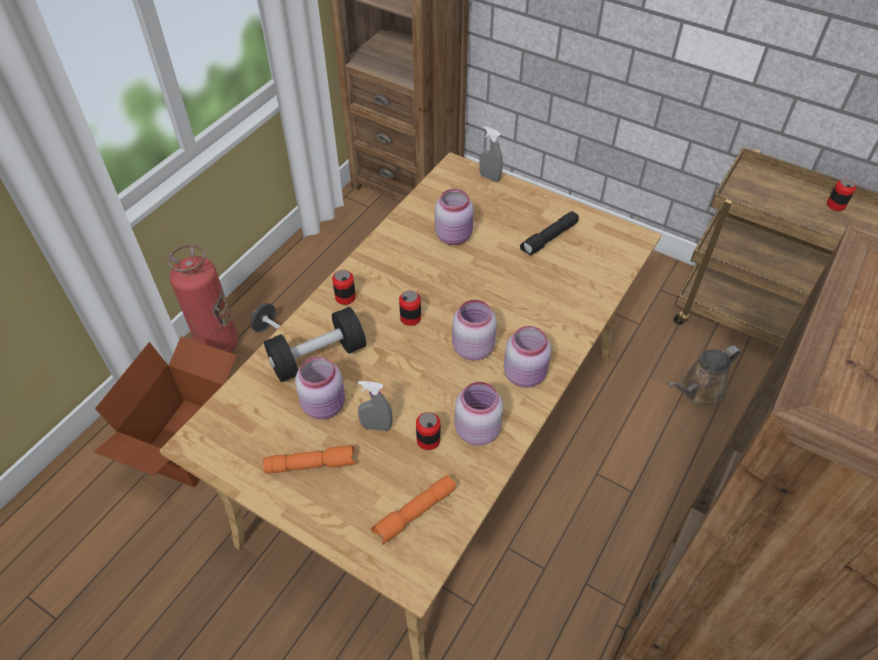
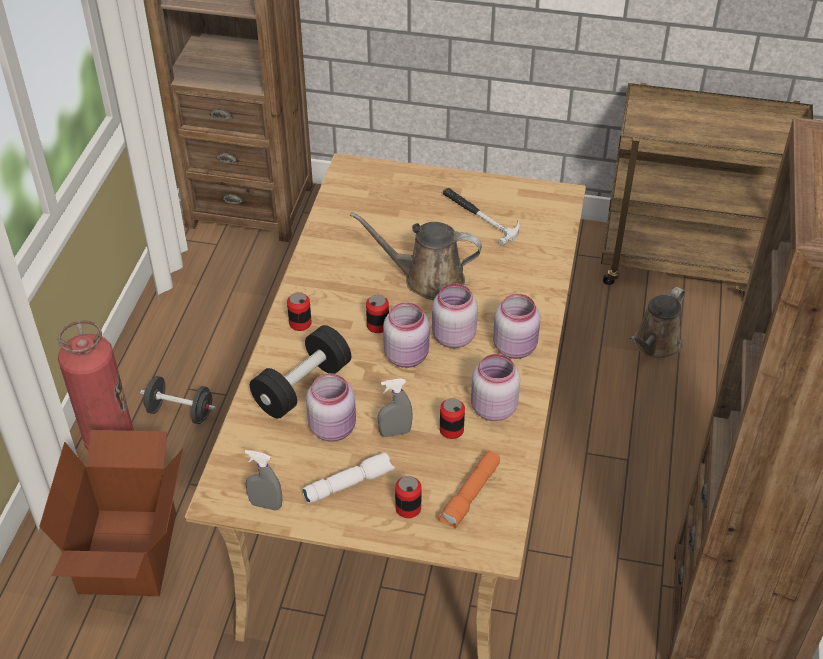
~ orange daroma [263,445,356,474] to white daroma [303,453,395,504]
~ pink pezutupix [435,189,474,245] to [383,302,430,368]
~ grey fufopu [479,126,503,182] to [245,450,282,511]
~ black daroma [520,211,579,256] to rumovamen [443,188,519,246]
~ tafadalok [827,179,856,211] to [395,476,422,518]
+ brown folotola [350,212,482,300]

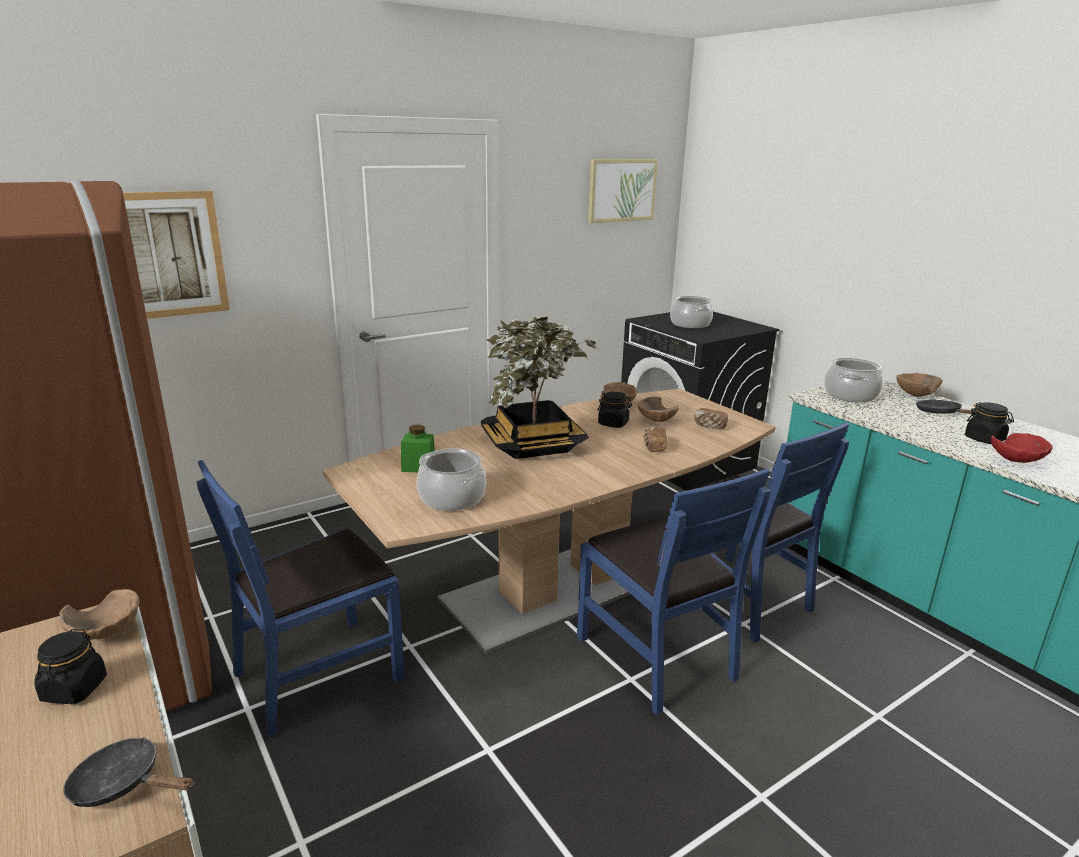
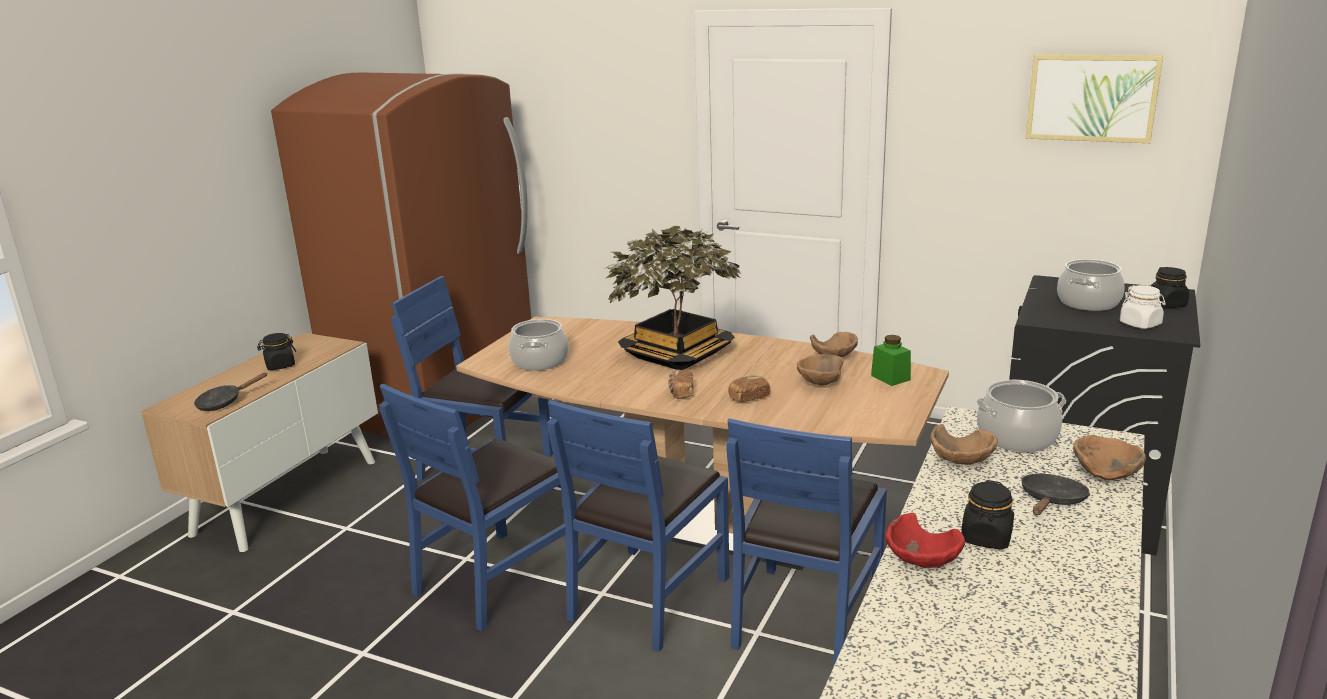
~ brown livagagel [59,589,140,640] to [930,424,998,465]
~ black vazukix [63,737,195,807] = [194,373,267,411] 120 degrees counterclockwise
- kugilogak [123,191,230,319]
~ green pezutupix [401,425,435,472] to [871,335,911,386]
~ black pezutupix [597,392,632,428] to [1151,267,1189,308]
~ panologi [694,408,728,429] to [668,370,693,399]
+ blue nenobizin [379,384,579,632]
+ white pezutupix [1120,285,1166,329]

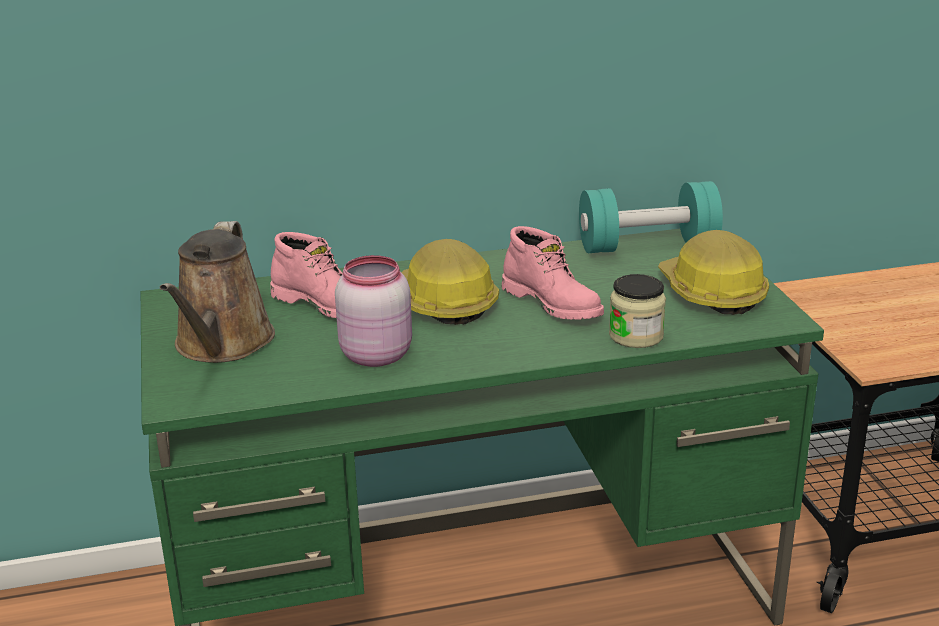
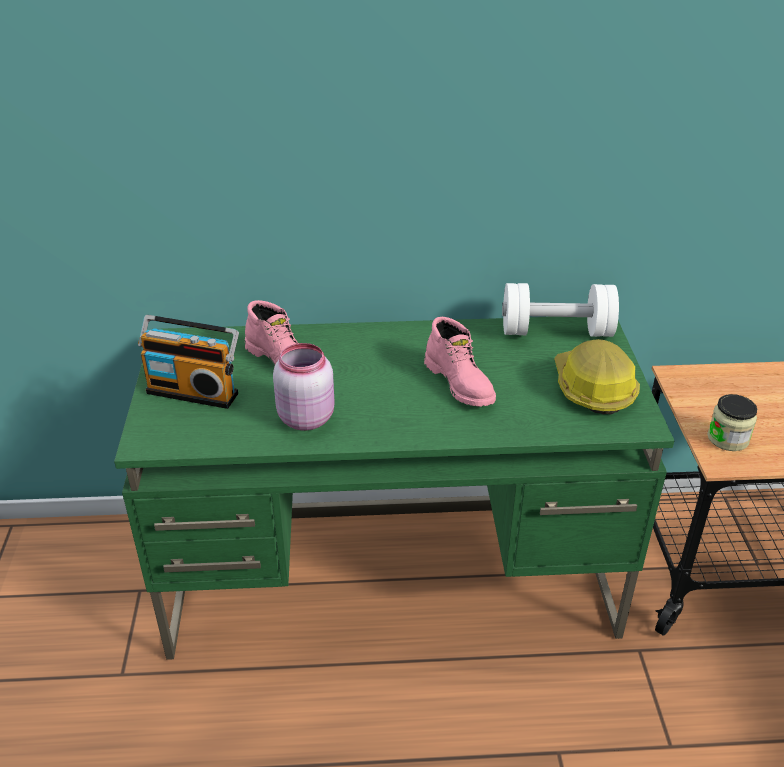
~ brown folotola [160,221,275,363] to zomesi [138,315,239,409]
- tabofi [401,239,499,325]
~ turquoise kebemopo [579,181,723,253] to white kebemopo [502,283,619,337]
~ pezutupix [609,274,666,348] to [707,394,757,451]

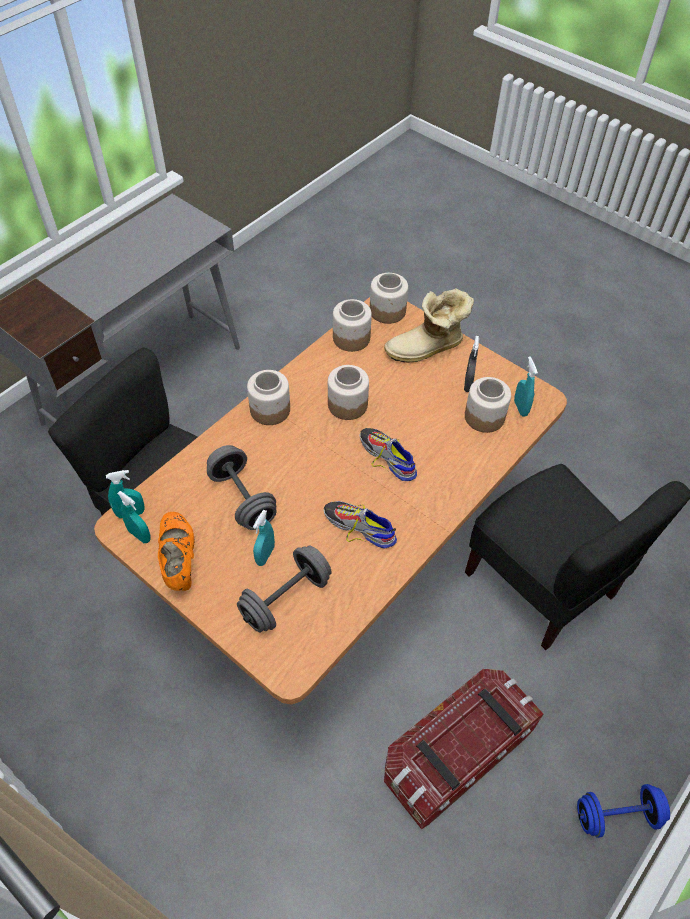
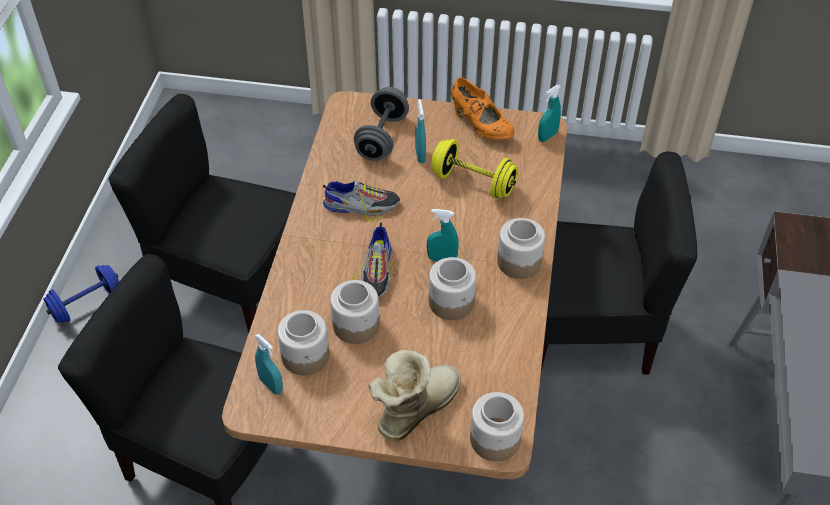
~ turquoise fufopu [117,491,151,543] to [427,209,459,261]
~ grey kebemopo [207,445,277,530] to yellow kebemopo [431,139,518,198]
~ pezutupix [333,299,372,352] to [330,280,379,344]
~ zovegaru [359,428,417,481] = [352,222,398,298] 75 degrees clockwise
~ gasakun [384,669,544,829] to black nenobizin [108,94,296,333]
- grey fufopu [464,336,479,392]

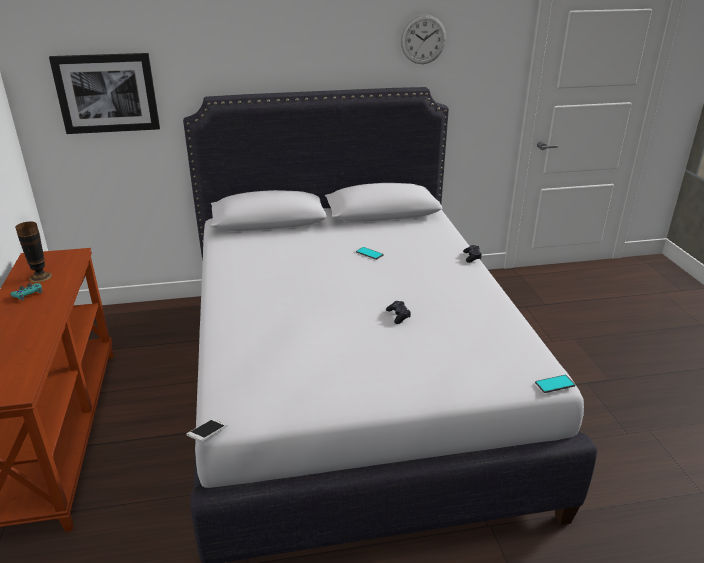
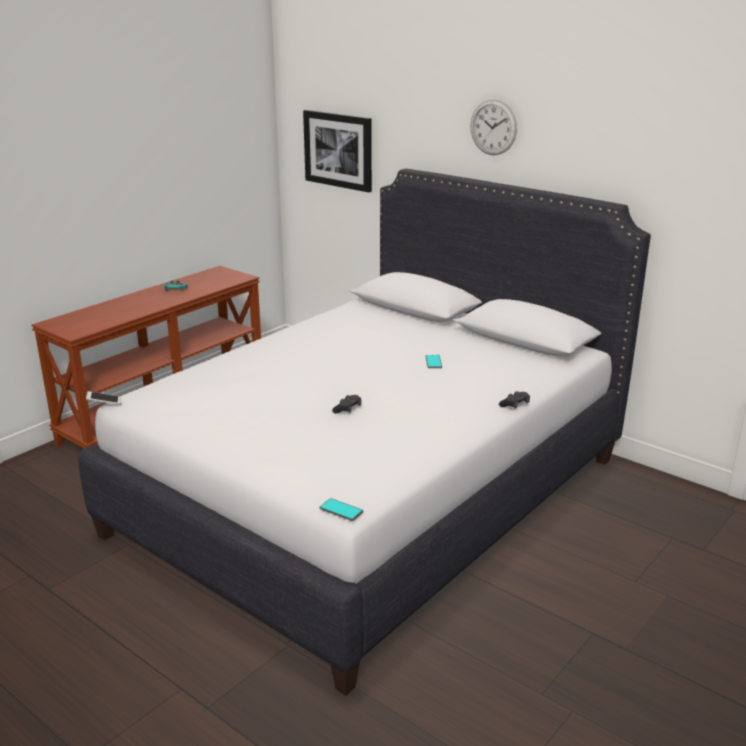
- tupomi [15,221,52,283]
~ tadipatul [401,15,446,64] to [470,100,517,155]

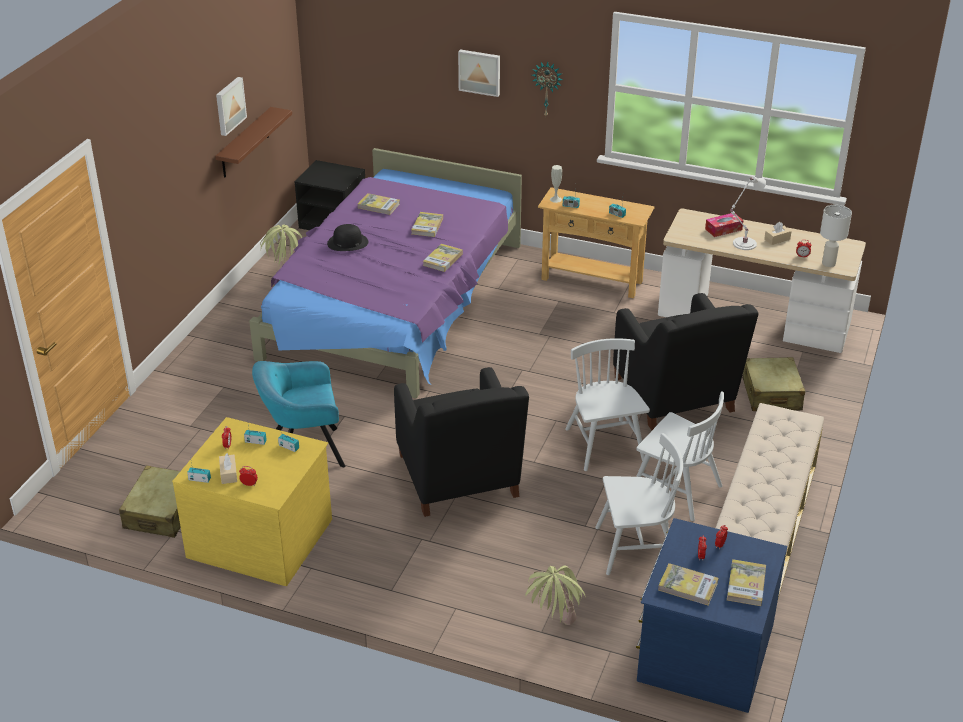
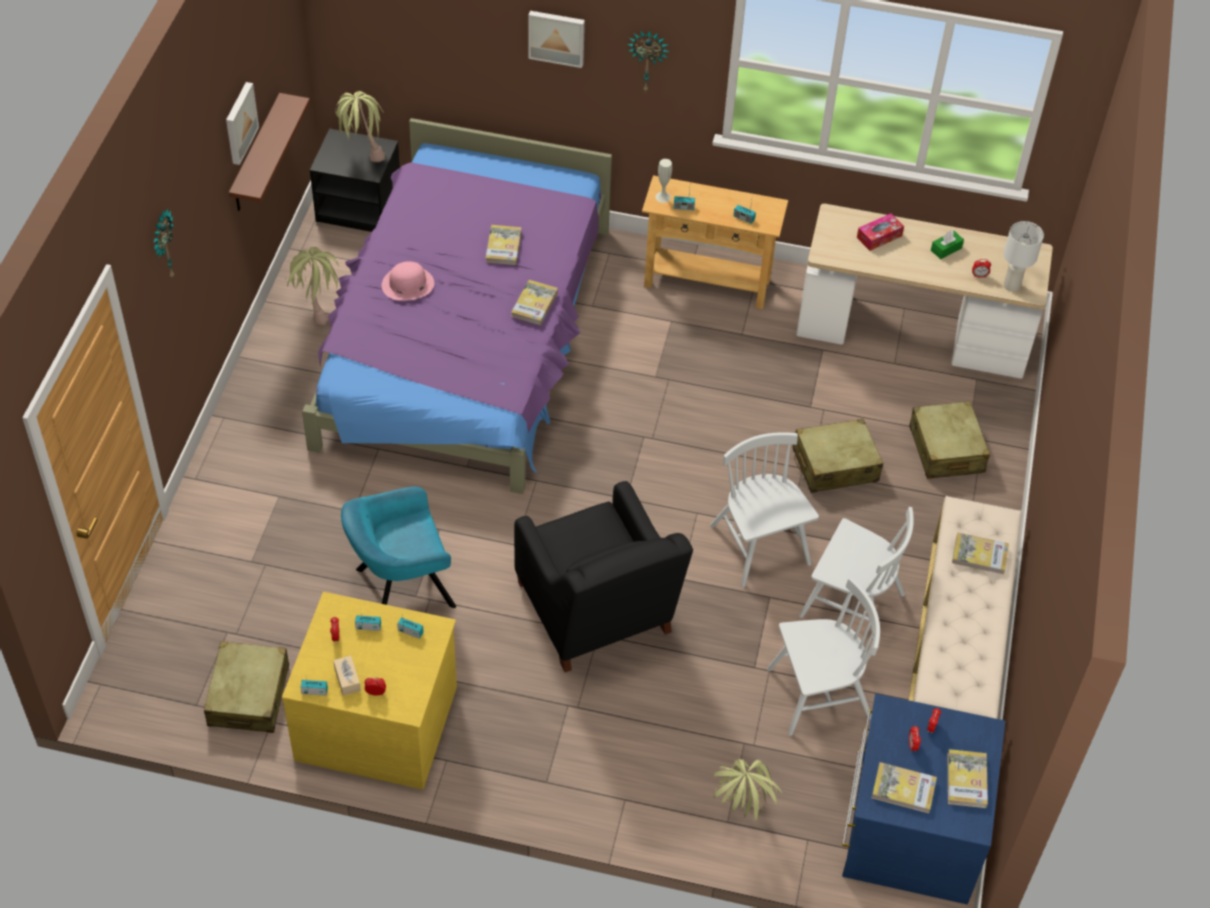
~ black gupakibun [327,224,368,251] to pink gupakibun [382,261,434,301]
~ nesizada [358,193,400,215] to [952,533,1009,574]
~ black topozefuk [613,293,759,430] to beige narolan [792,419,883,493]
- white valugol [730,176,766,250]
~ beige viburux [764,222,792,245] to green viburux [931,230,964,259]
+ tadipatul [154,208,175,279]
+ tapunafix [335,91,385,162]

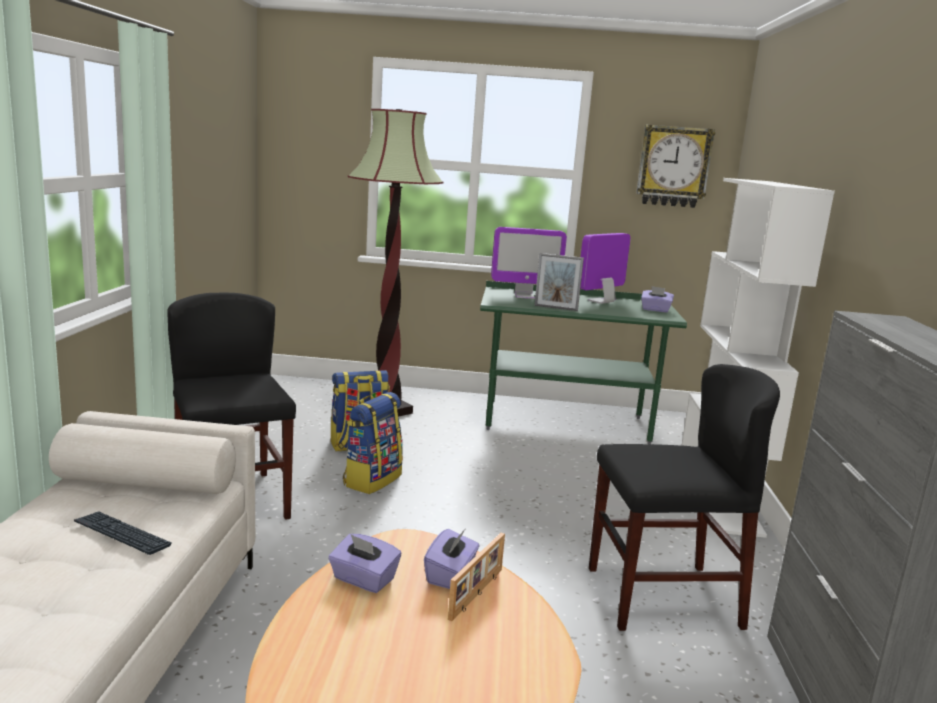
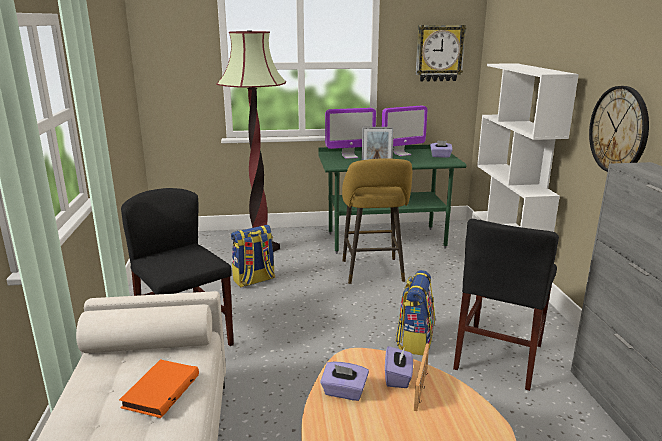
~ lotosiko [74,512,171,555] to orange nesizada [119,359,199,418]
~ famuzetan [343,392,403,494] to [396,270,435,355]
~ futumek [580,233,631,304] = [382,106,428,156] 150 degrees counterclockwise
~ black nenobizin [589,364,780,631] = [453,219,559,391] 135 degrees clockwise
+ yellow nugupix [342,158,412,284]
+ tadipatul [589,86,649,172]

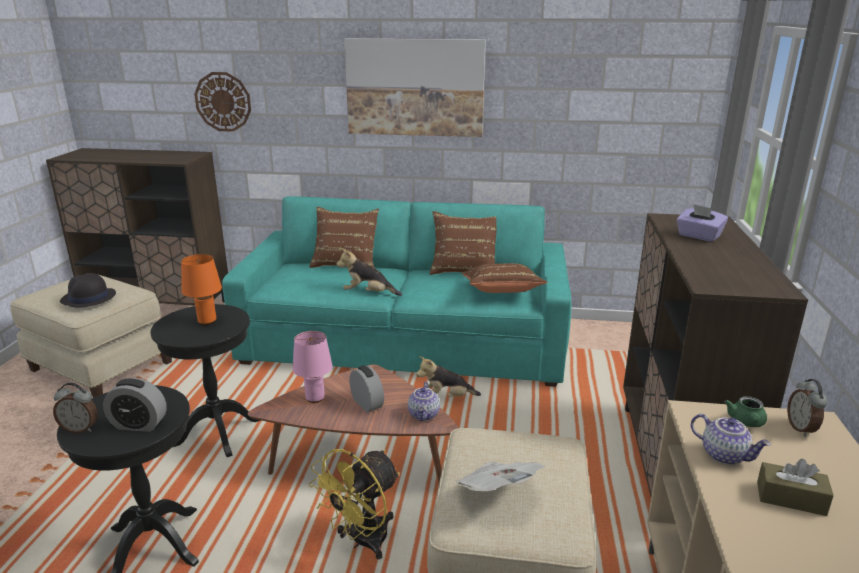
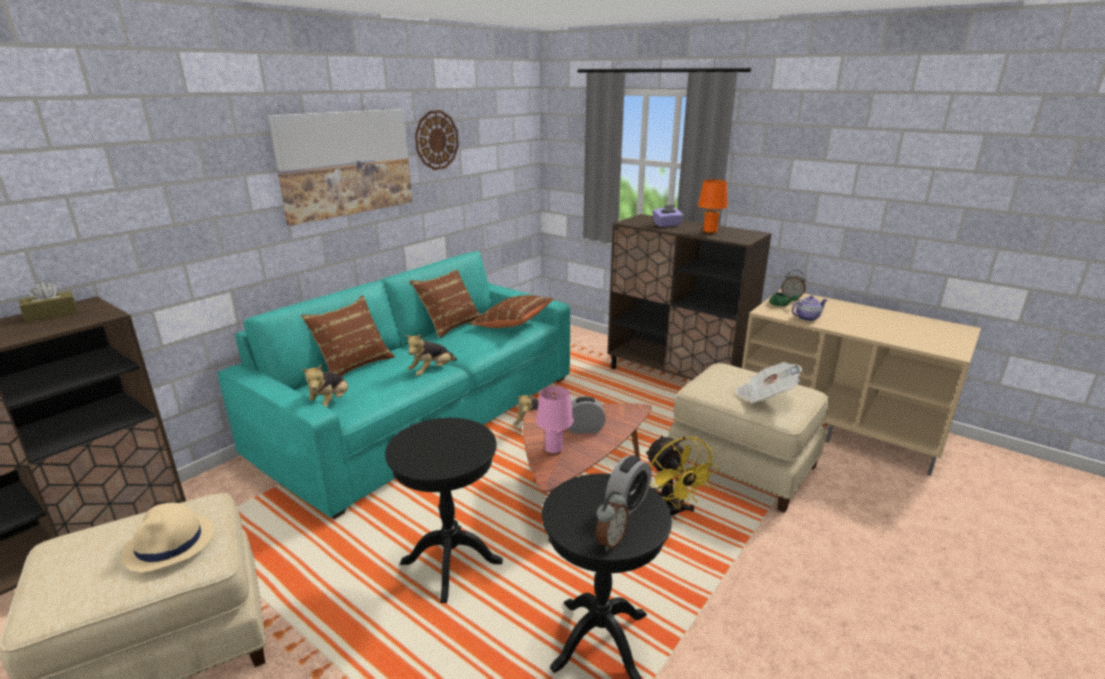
~ black gupakibun [60,273,116,308] to beige gupakibun [121,503,214,572]
~ orange valugol [181,254,222,325] to [698,180,728,234]
~ tadipatul [194,72,251,132] to [415,110,459,170]
- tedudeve [408,382,440,421]
~ brown viburux [757,459,834,516] to [19,281,78,323]
+ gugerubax [302,364,348,407]

